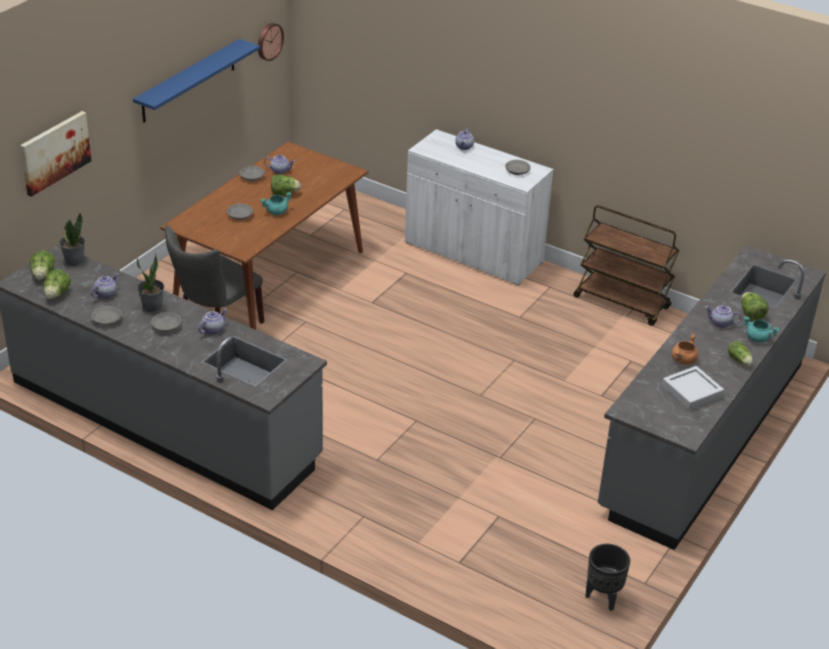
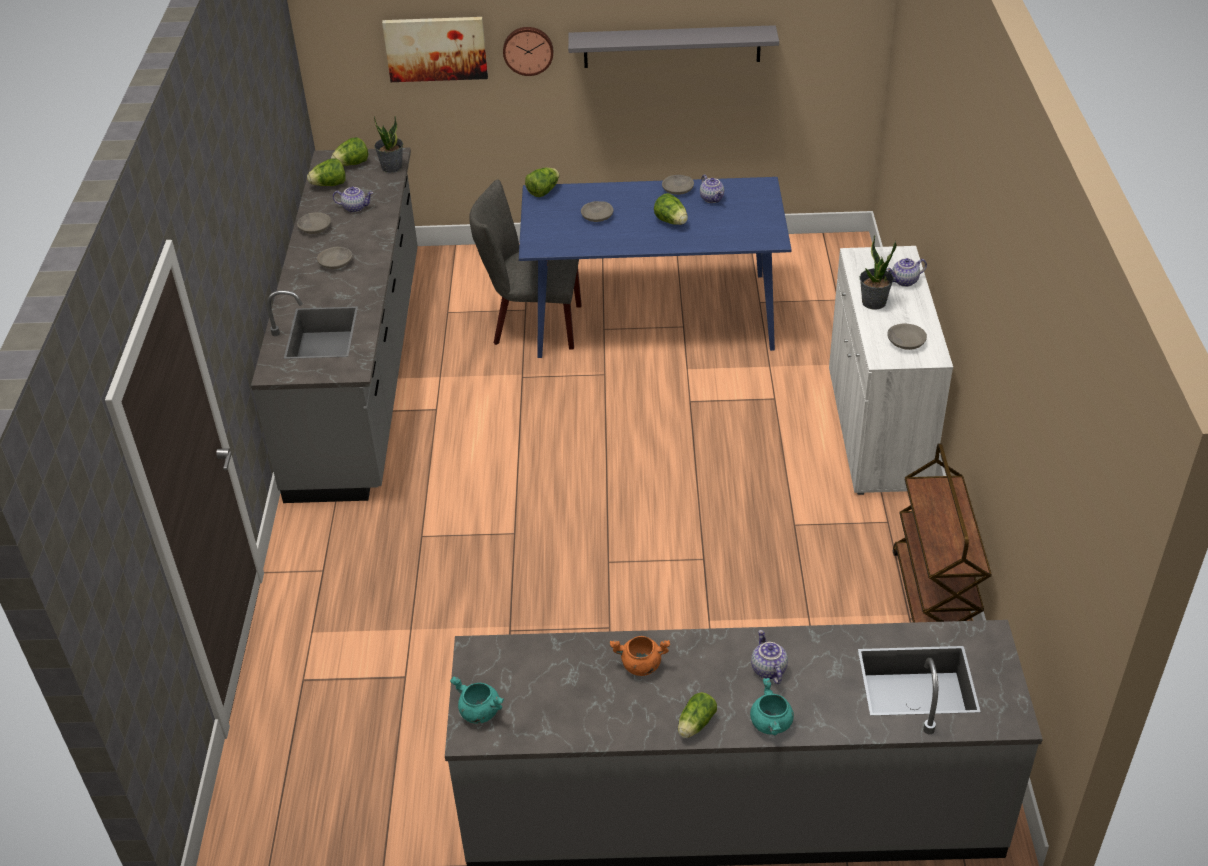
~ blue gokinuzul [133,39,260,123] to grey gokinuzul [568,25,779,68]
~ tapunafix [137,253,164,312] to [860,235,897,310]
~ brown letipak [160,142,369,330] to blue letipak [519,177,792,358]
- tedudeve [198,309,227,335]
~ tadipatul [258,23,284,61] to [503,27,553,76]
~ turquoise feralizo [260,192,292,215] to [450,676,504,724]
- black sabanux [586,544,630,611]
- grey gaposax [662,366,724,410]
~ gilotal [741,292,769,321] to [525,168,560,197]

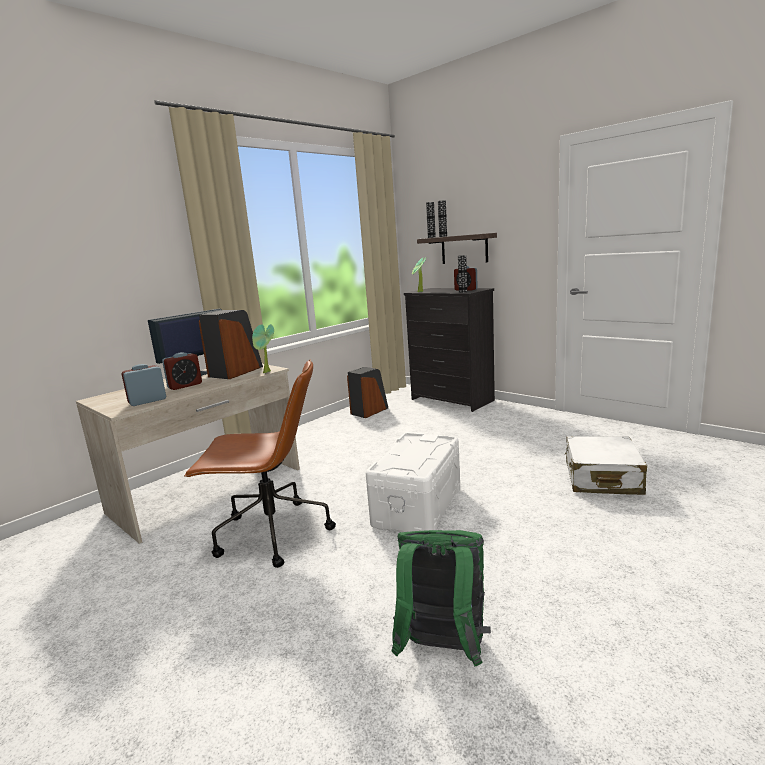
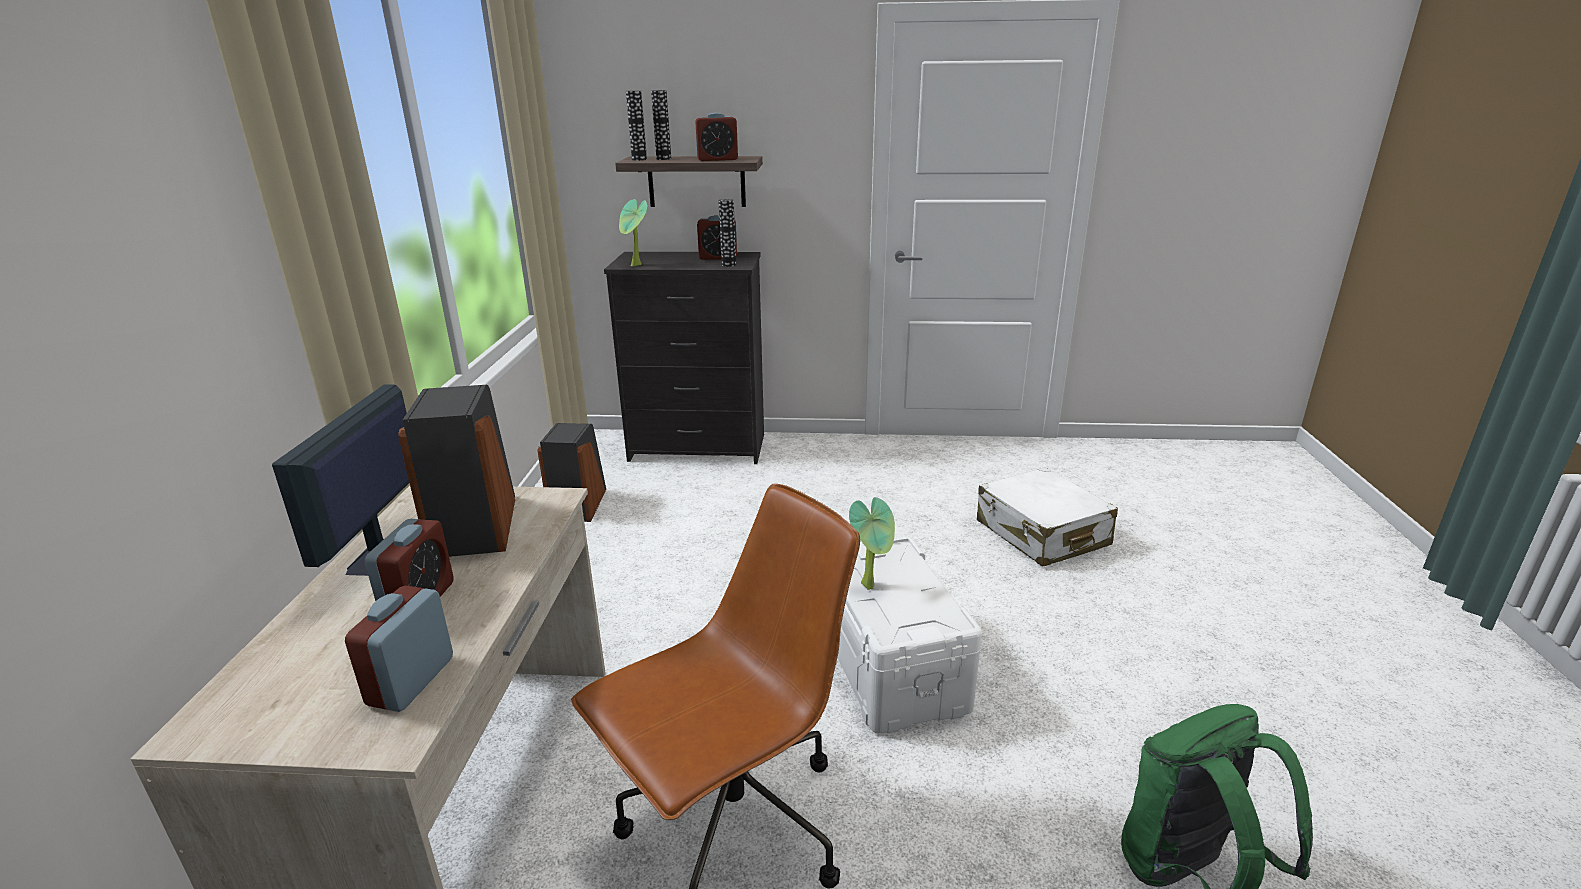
~ tapunafix [252,324,274,373] to [849,497,895,590]
+ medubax [695,113,738,161]

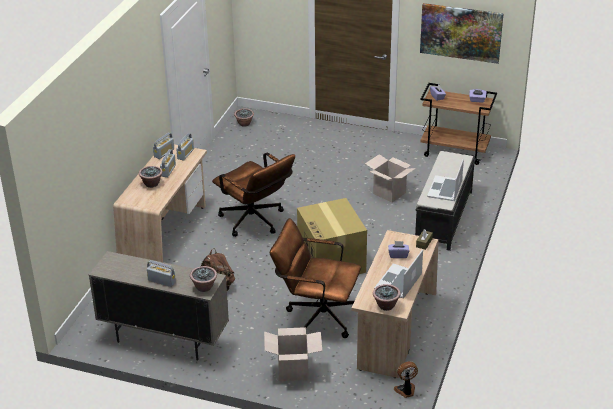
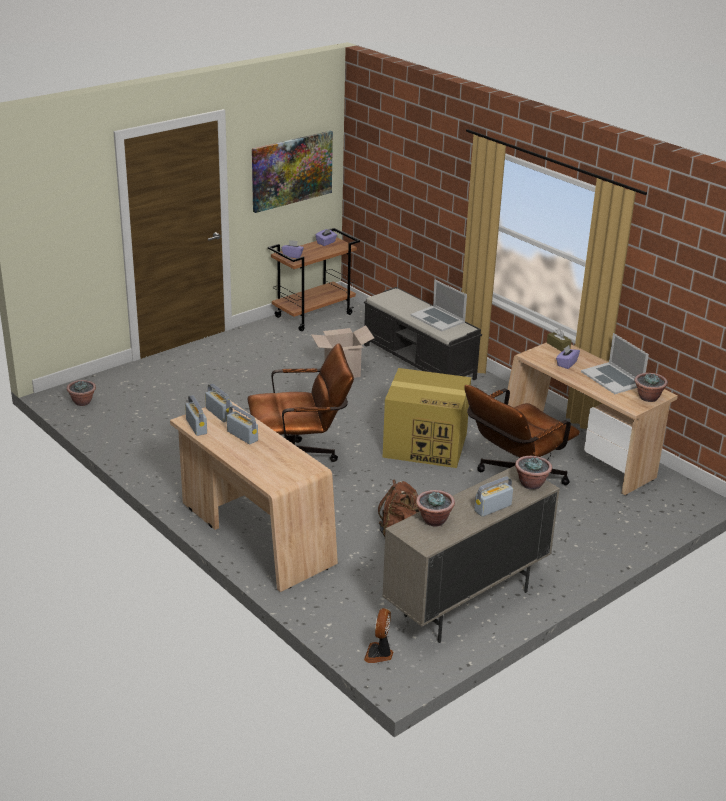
~ tapunafix [139,166,163,188] to [416,490,455,526]
- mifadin [264,327,322,381]
~ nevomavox [394,362,418,398] to [364,608,393,663]

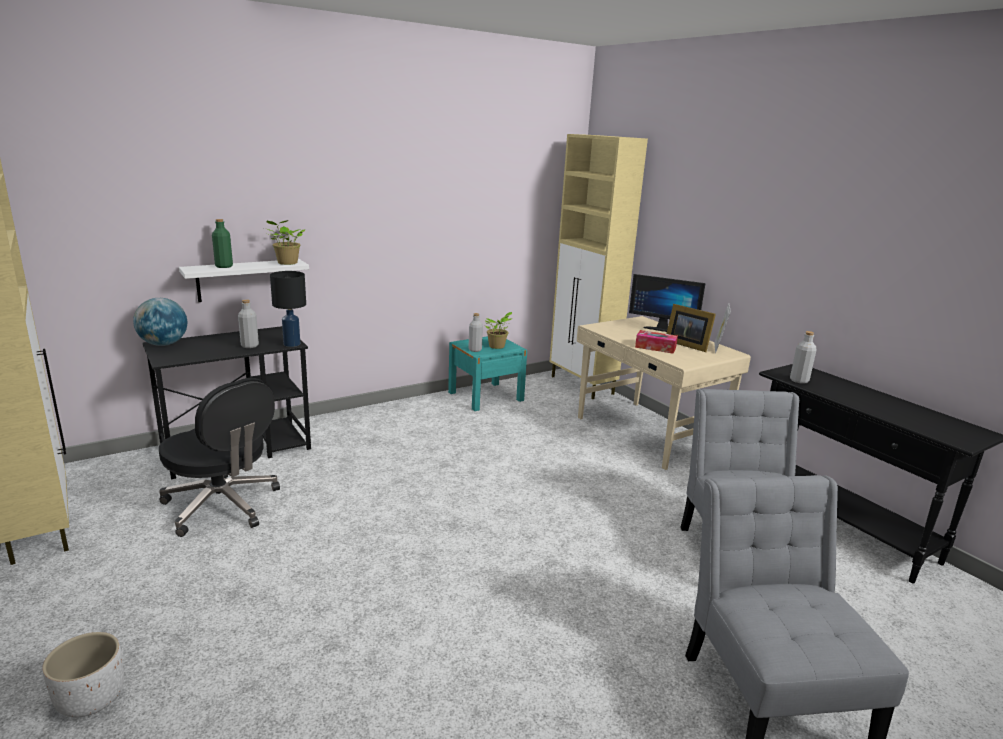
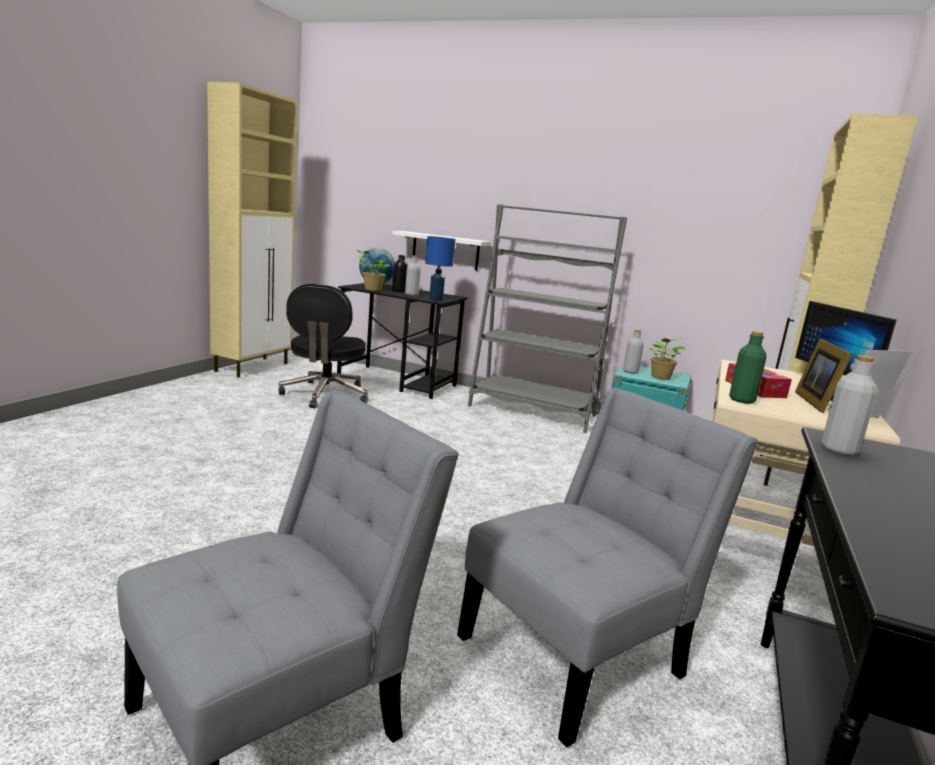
- white sabanux [42,632,124,717]
~ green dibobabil [212,219,233,268] to [729,331,766,404]
~ tapunafix [264,220,305,265] to [355,249,389,291]
~ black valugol [270,271,306,347] to blue valugol [425,236,456,301]
+ black dibobabil [392,255,408,292]
+ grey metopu [468,204,627,433]

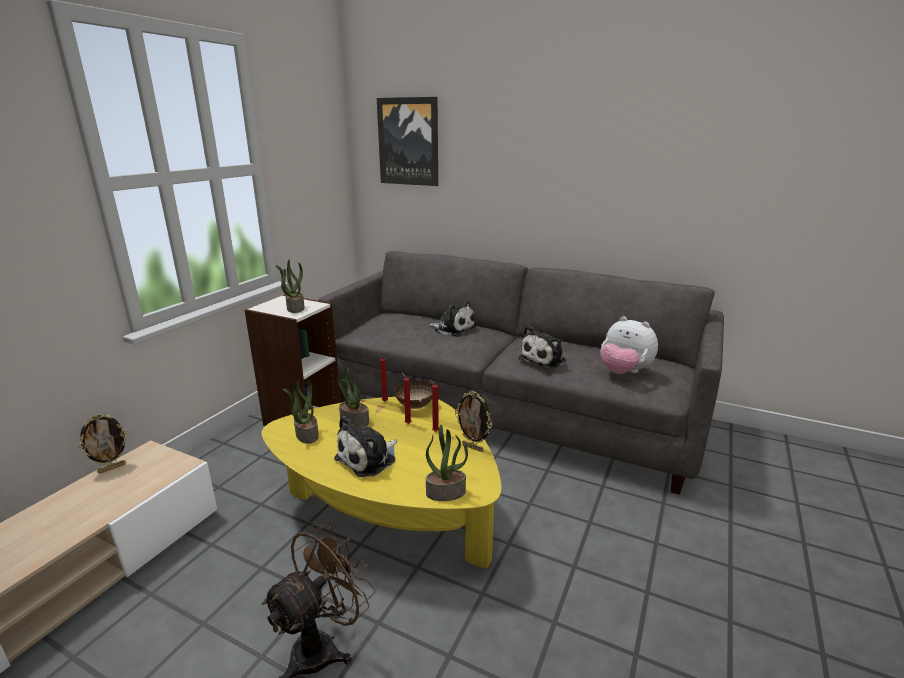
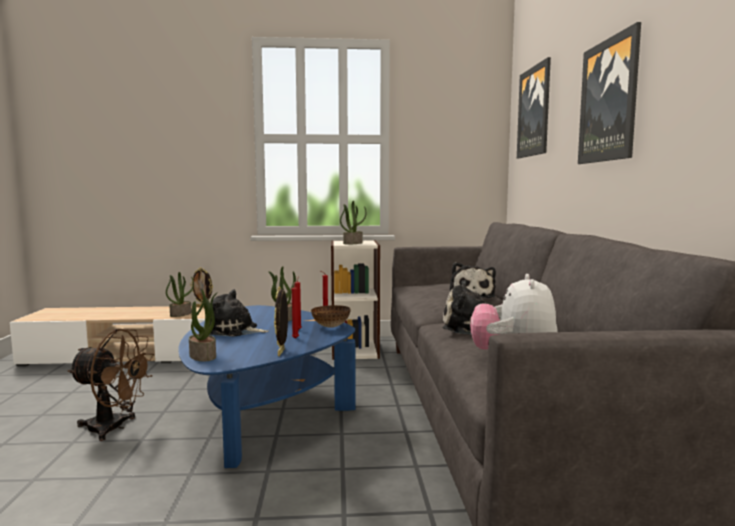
~ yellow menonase [261,397,501,568] to blue menonase [178,305,356,468]
~ tapunafix [283,379,319,444] to [166,272,194,317]
+ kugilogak [578,22,641,164]

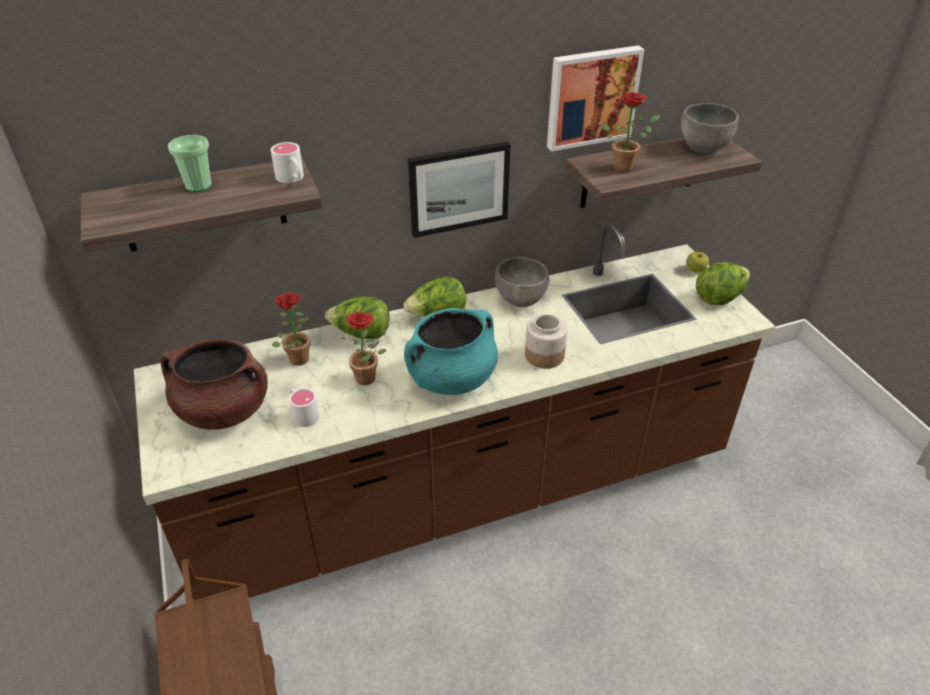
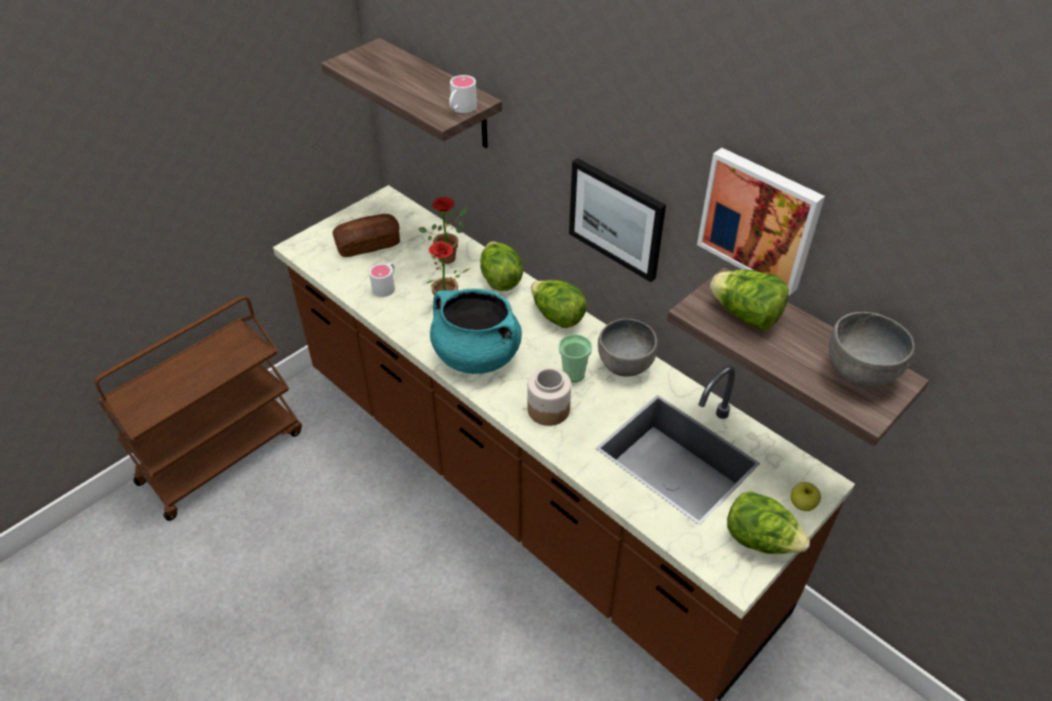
~ brown feralizo [161,339,268,430] to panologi [333,214,400,257]
~ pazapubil [168,135,212,192] to [559,334,592,382]
~ tapunafix [601,92,660,172] to gilotal [710,270,789,331]

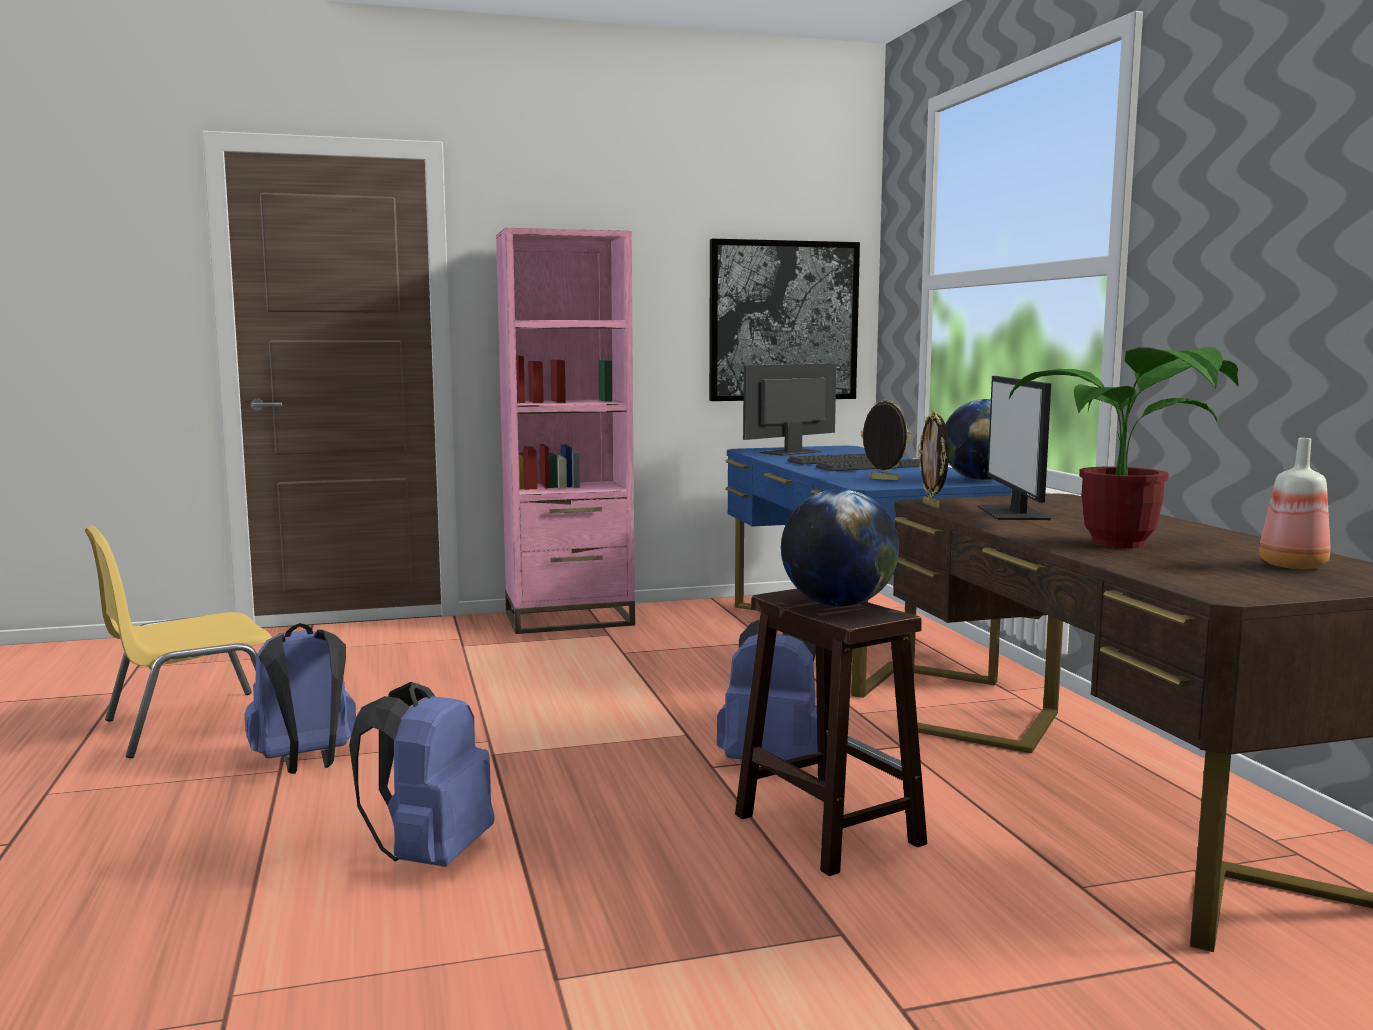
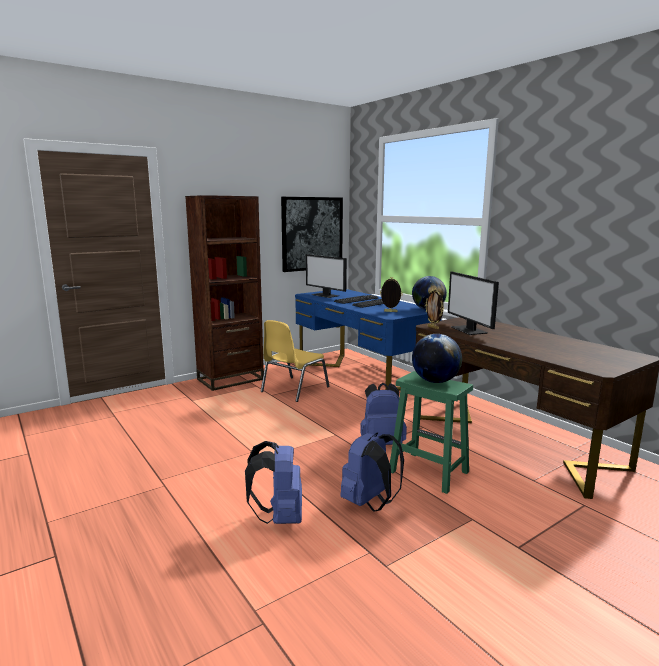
~ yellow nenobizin [85,525,272,758] to [261,320,330,402]
~ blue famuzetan [245,623,356,774] to [340,433,404,512]
~ pink metopu [496,228,635,634] to brown metopu [185,195,264,391]
~ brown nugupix [735,589,927,876] to green nugupix [390,371,473,494]
~ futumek [743,363,836,456] = [306,254,347,298] 75 degrees counterclockwise
- tapunafix [1009,347,1239,548]
- dibobabil [1259,438,1330,569]

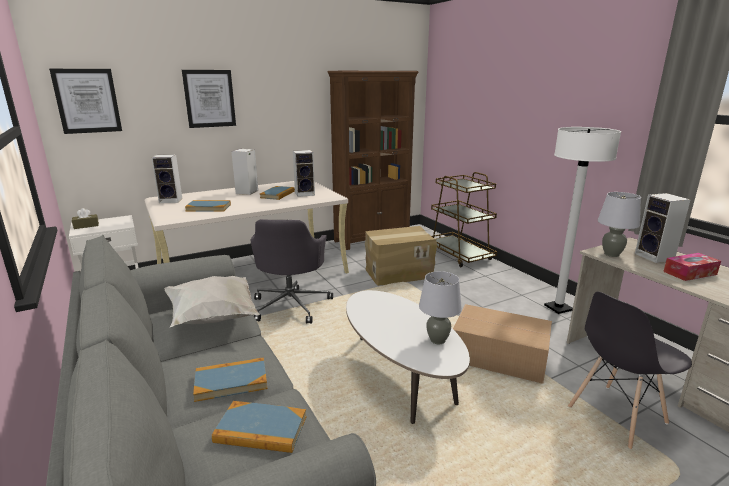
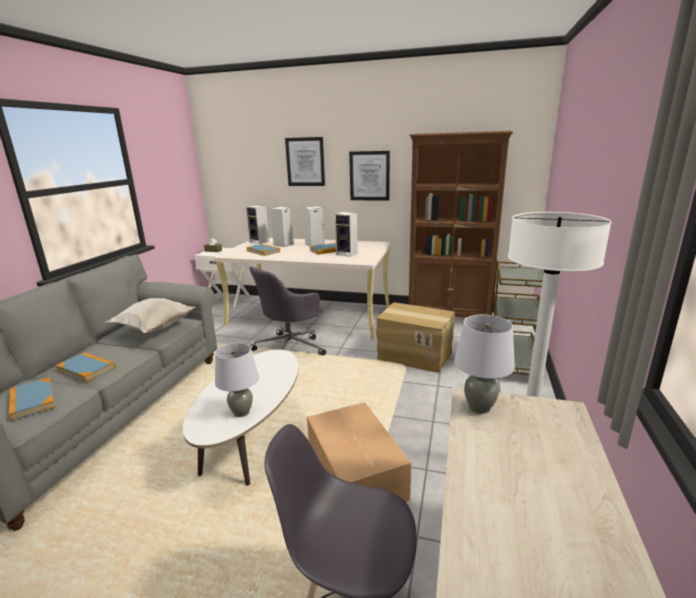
~ kugilogak [49,69,122,134] to [349,151,390,201]
~ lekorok [635,193,691,263] to [270,207,294,247]
- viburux [663,253,721,281]

